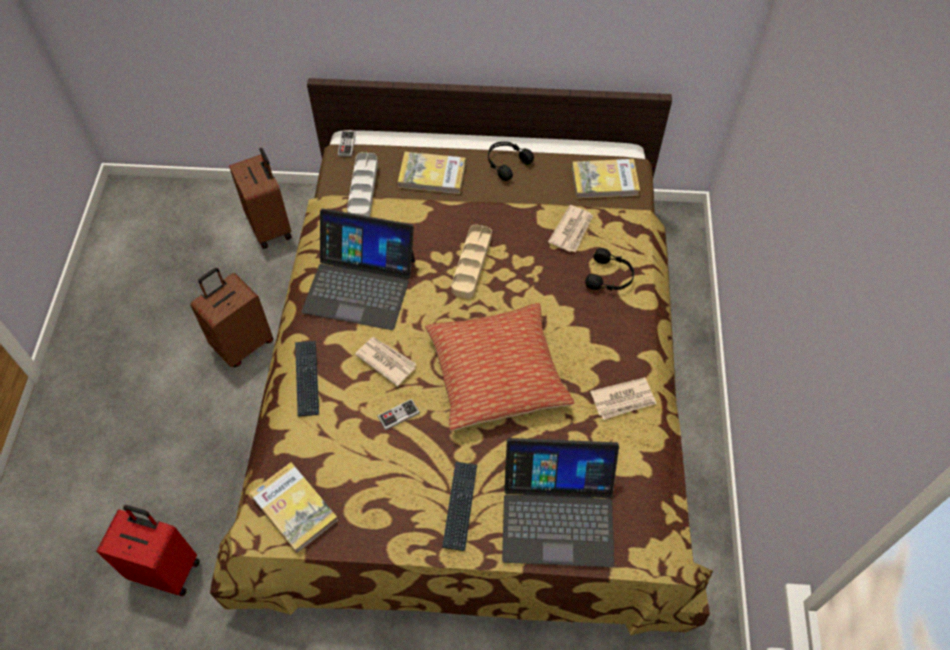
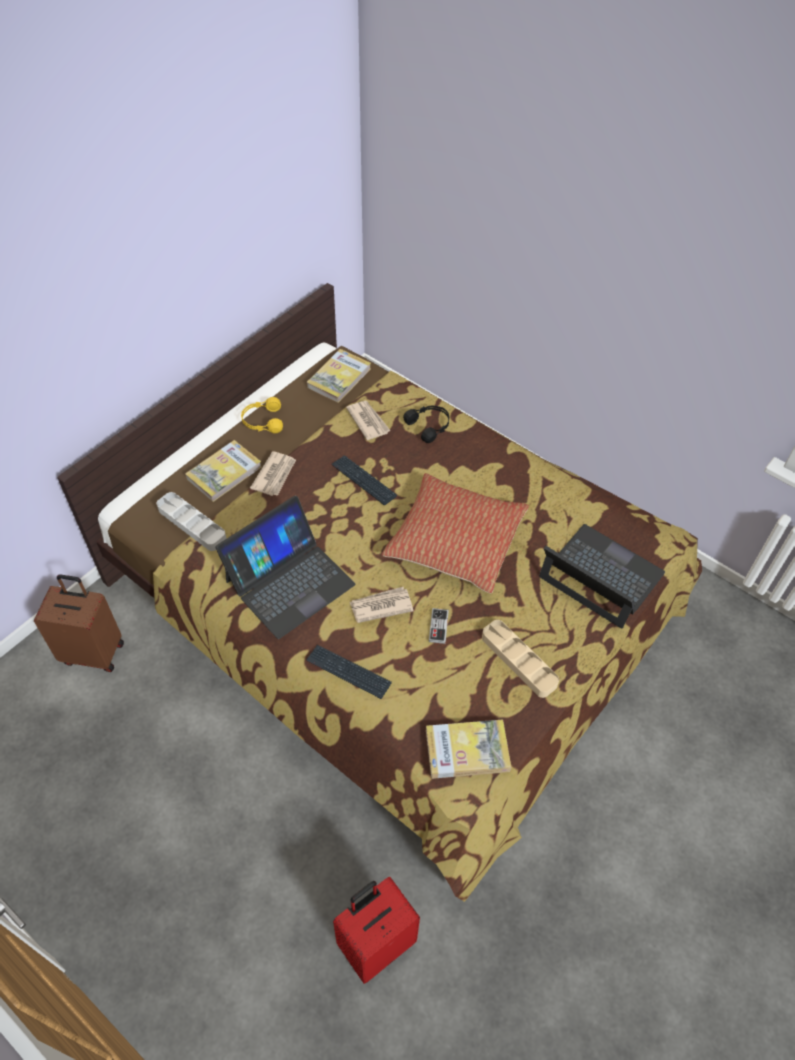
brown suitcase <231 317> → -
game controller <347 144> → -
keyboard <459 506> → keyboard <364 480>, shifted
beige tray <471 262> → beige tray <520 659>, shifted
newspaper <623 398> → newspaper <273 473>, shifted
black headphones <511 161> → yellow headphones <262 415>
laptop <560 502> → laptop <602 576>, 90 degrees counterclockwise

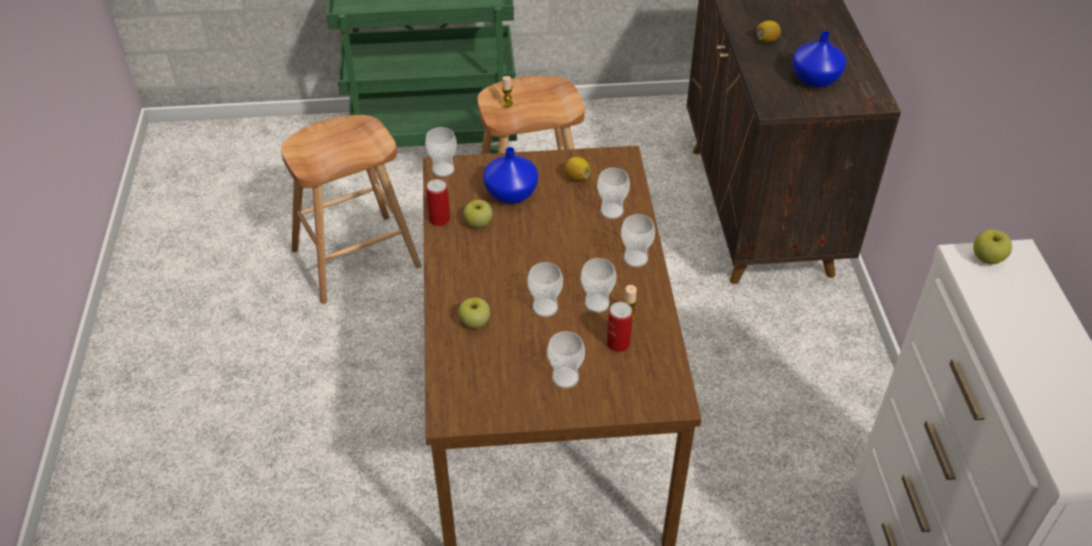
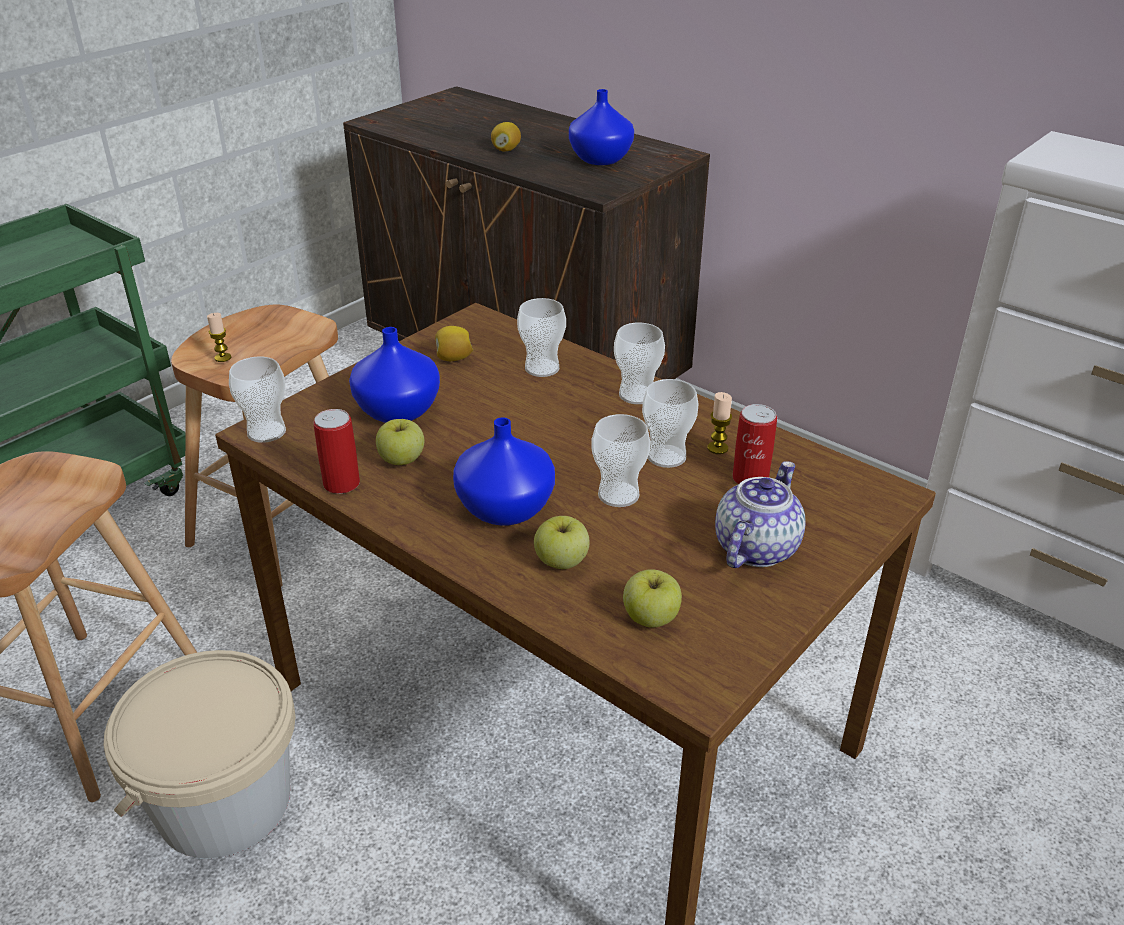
- → beige bucket <200 754>
- → blue vase <504 471>
apple <992 246> → apple <652 598>, shifted
cup <566 360> → teapot <760 514>

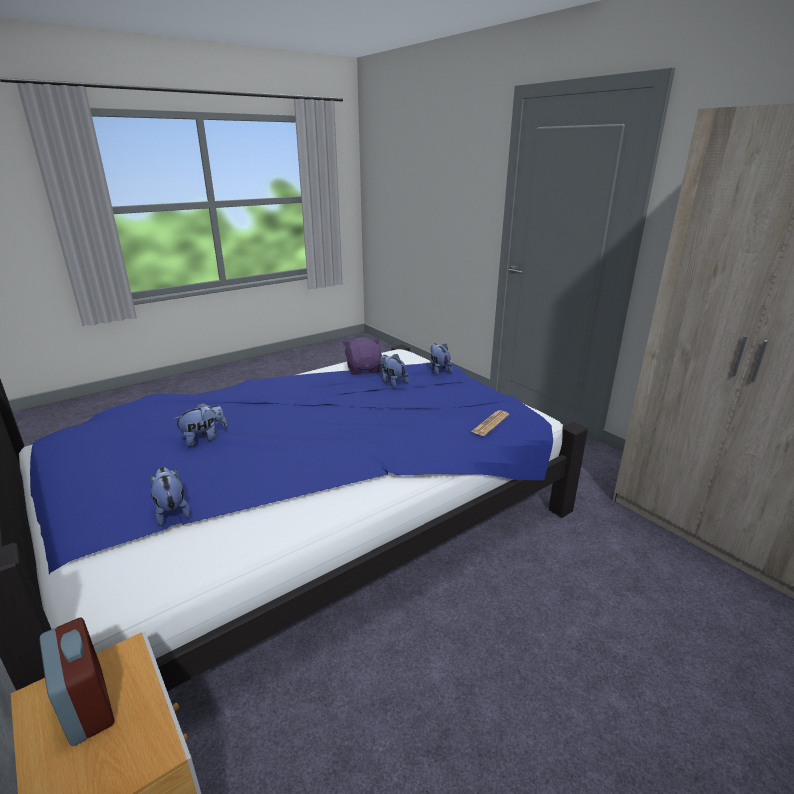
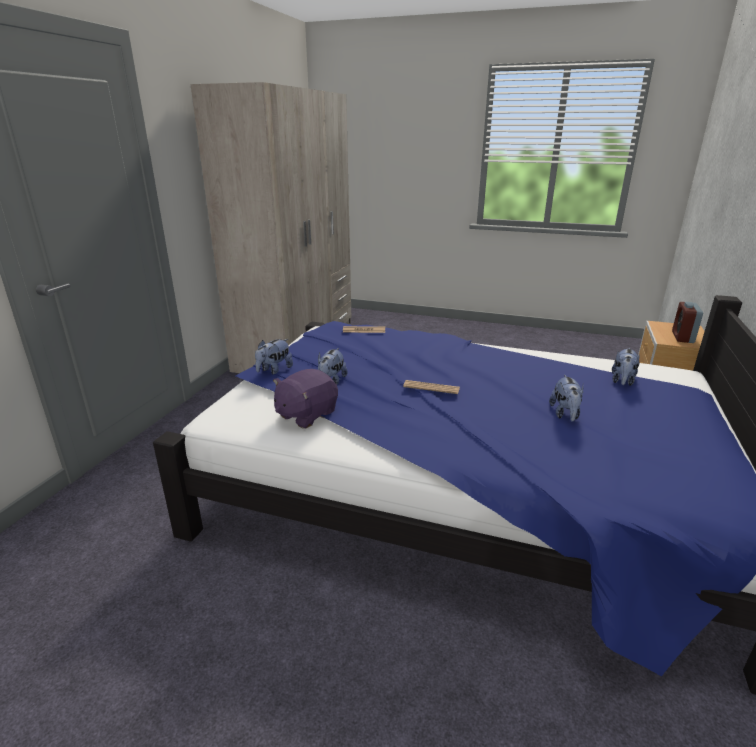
- → newspaper <431 387>
plush toy <200 425> → plush toy <566 398>, 105 degrees counterclockwise

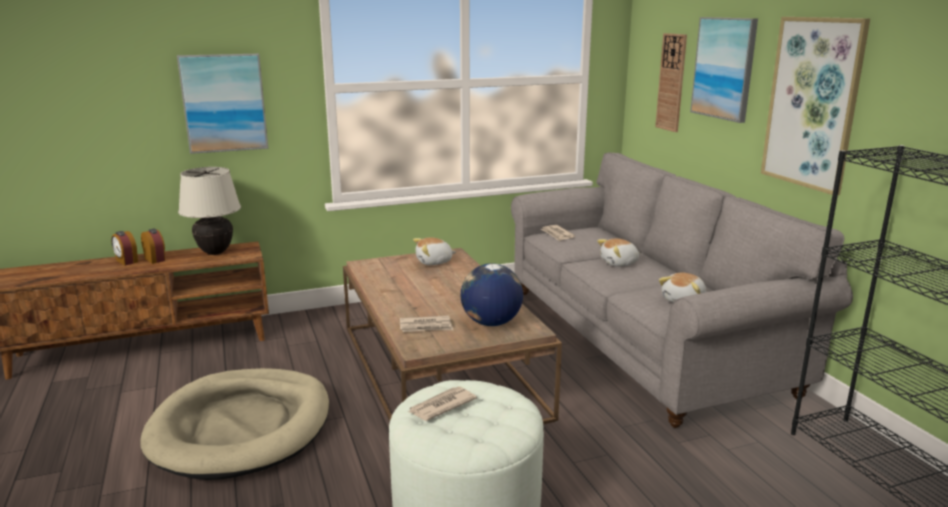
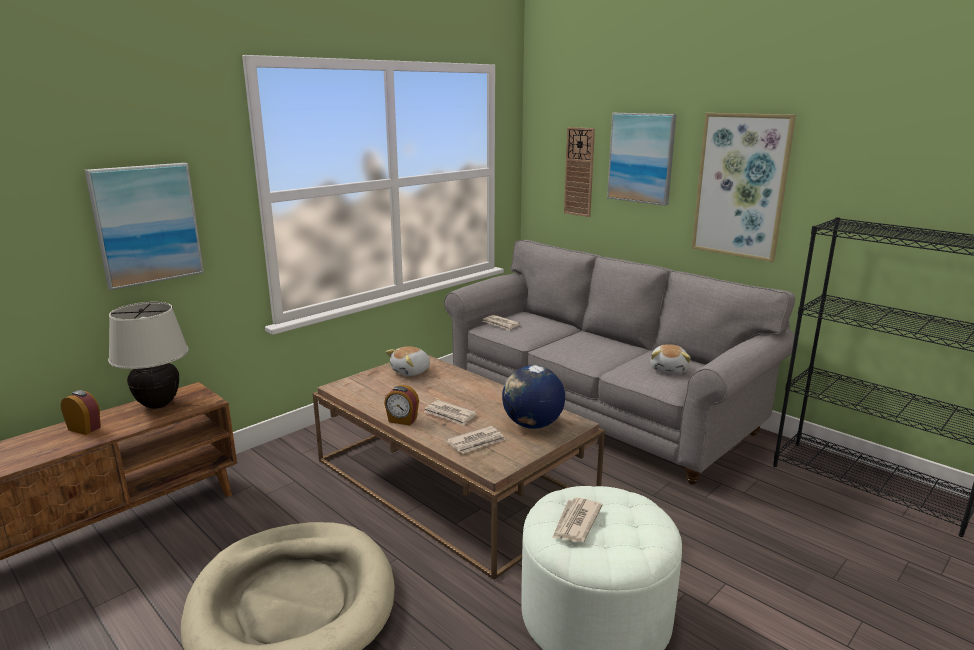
plush toy <618 252> → -
- → newspaper <450 413>
alarm clock <124 248> → alarm clock <401 405>, shifted

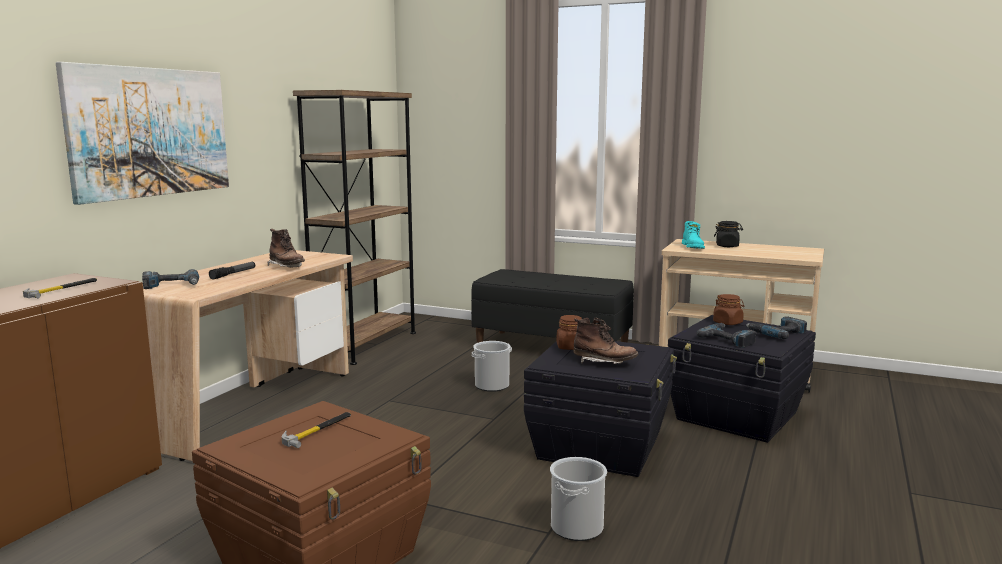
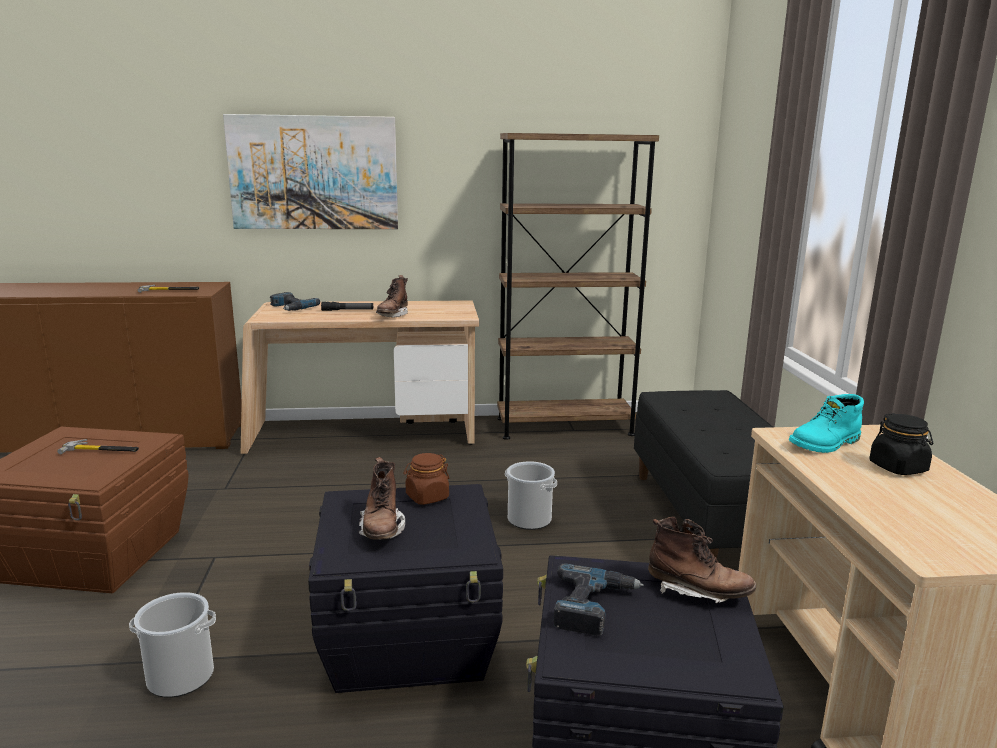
power drill <776 327> → -
brown jar <728 309> → brown boot <702 560>

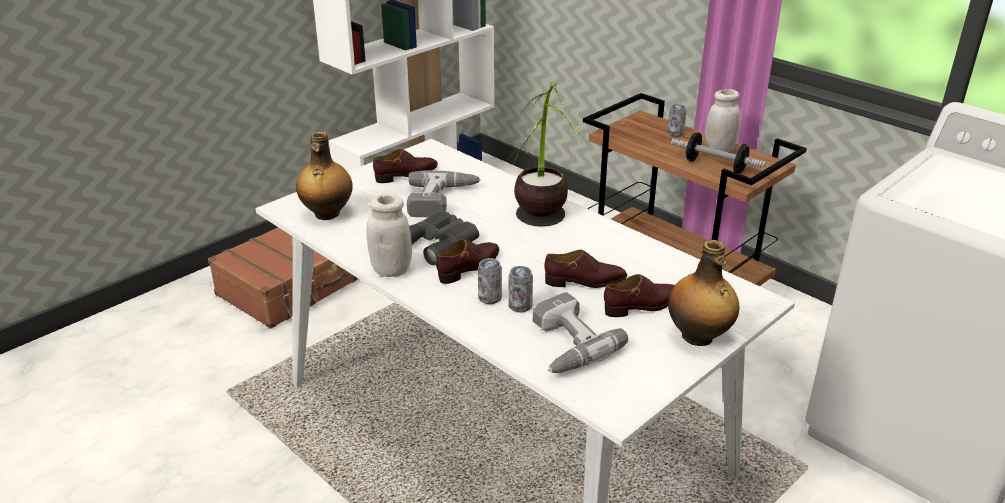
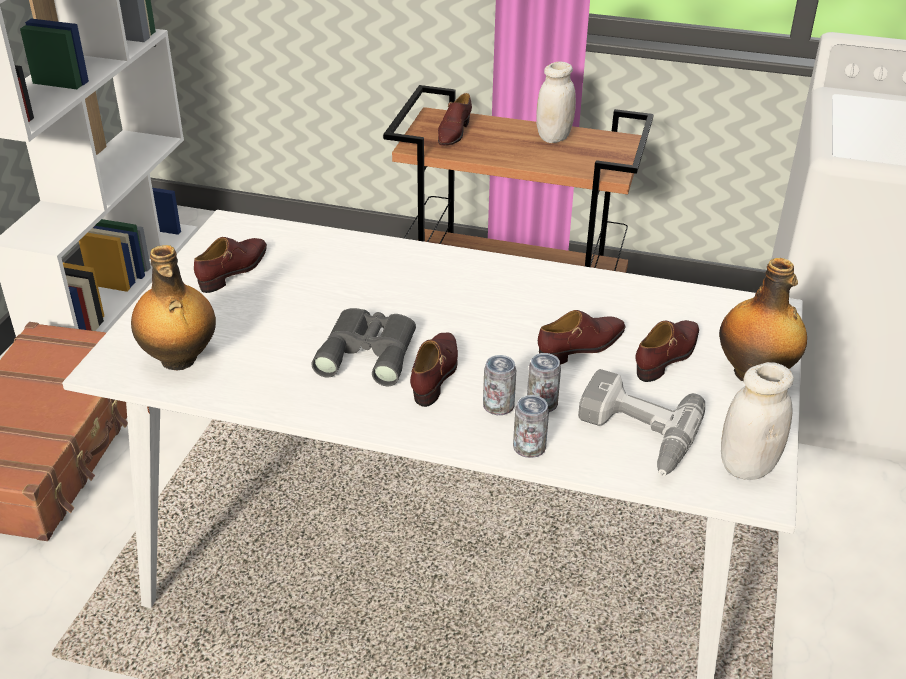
power drill <444 193> → -
potted plant <545 154> → -
dumbbell <718 153> → -
- → brown shoe <455 119>
white jar <389 236> → white jar <757 421>, shifted
can <677 120> → can <531 426>, shifted

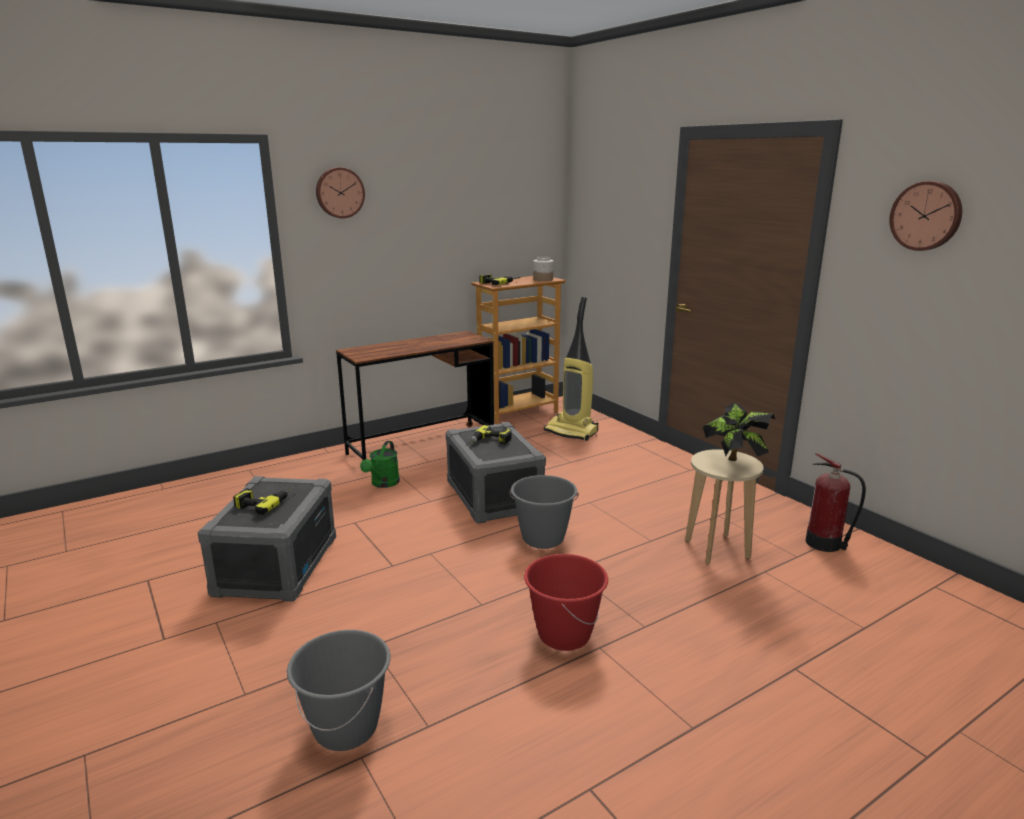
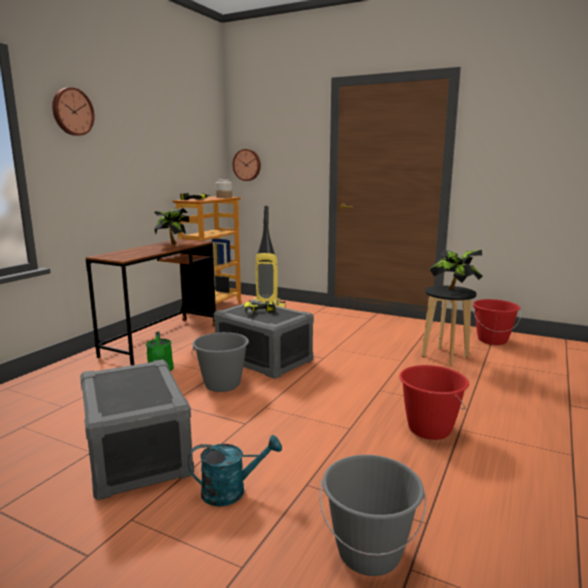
power drill <265 500> → -
- → potted plant <171 226>
- → turquoise watering can <235 470>
grey bucket <544 512> → grey bucket <220 362>, shifted
wall clock <925 216> → wall clock <247 165>, shifted
fire extinguisher <836 502> → red bucket <497 322>
beige stool <724 507> → black stool <449 326>

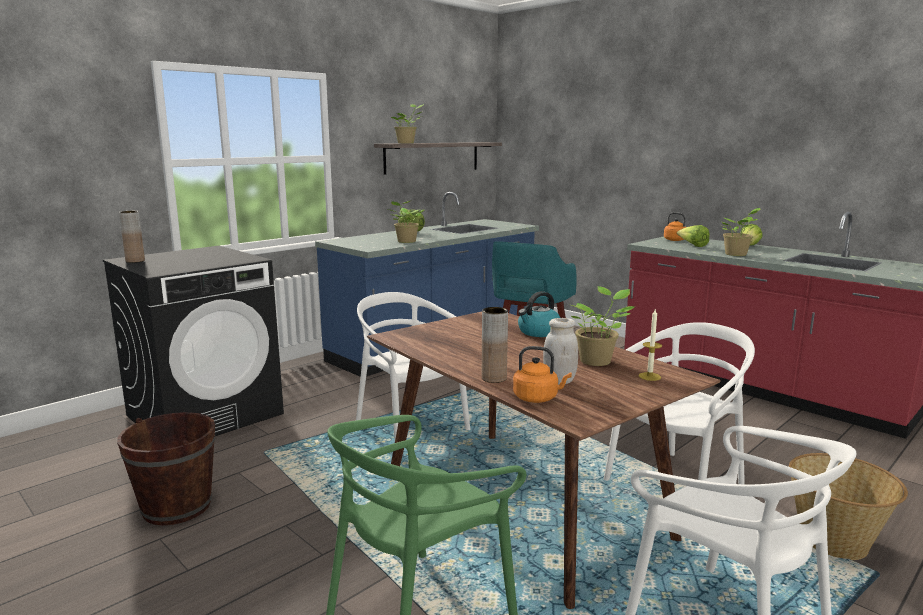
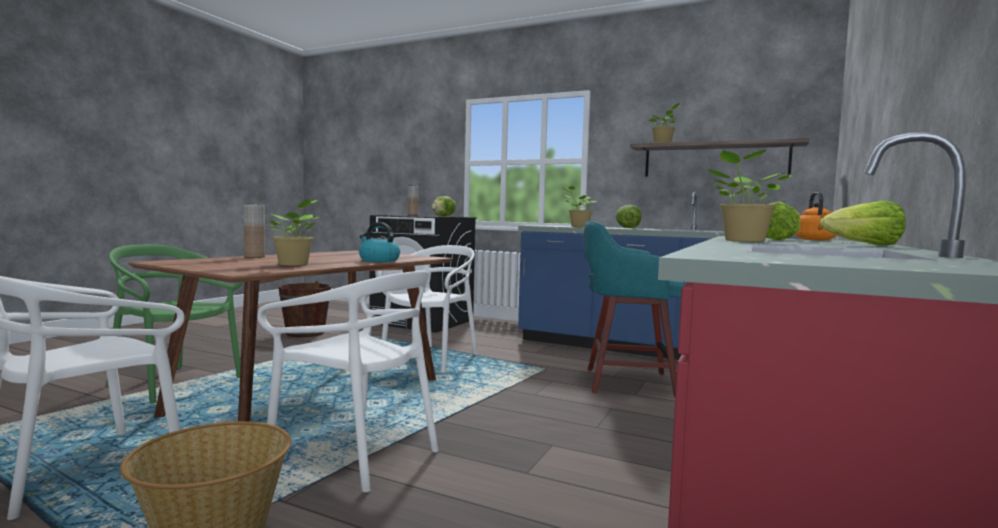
orange kettle <542 374> → -
white jar <560 351> → -
candle <650 345> → -
- → lettuce <444 206>

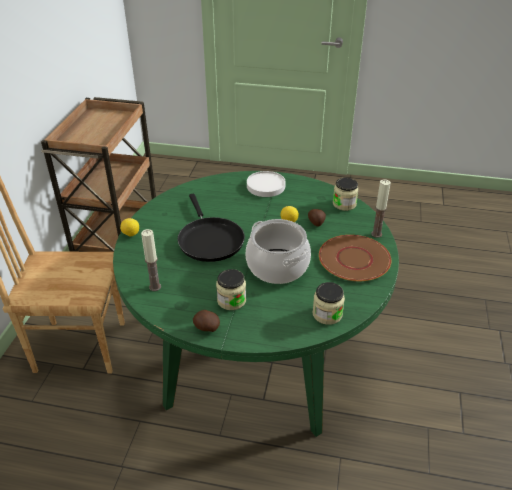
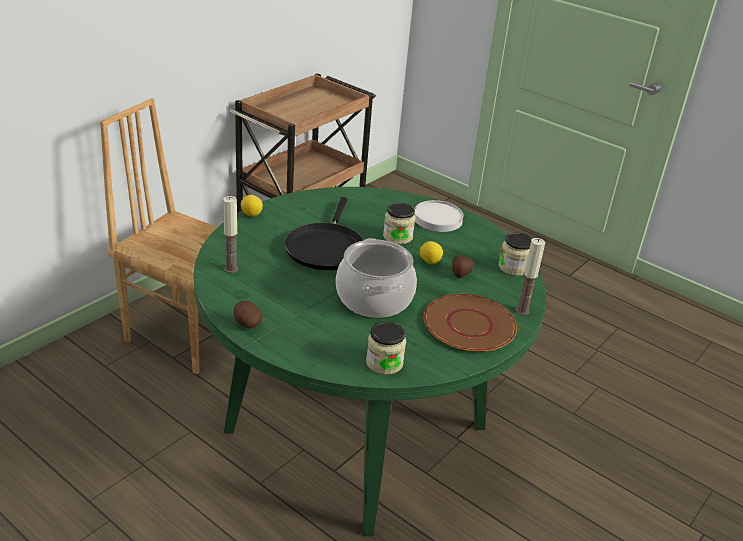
jar <231 289> → jar <399 223>, shifted

